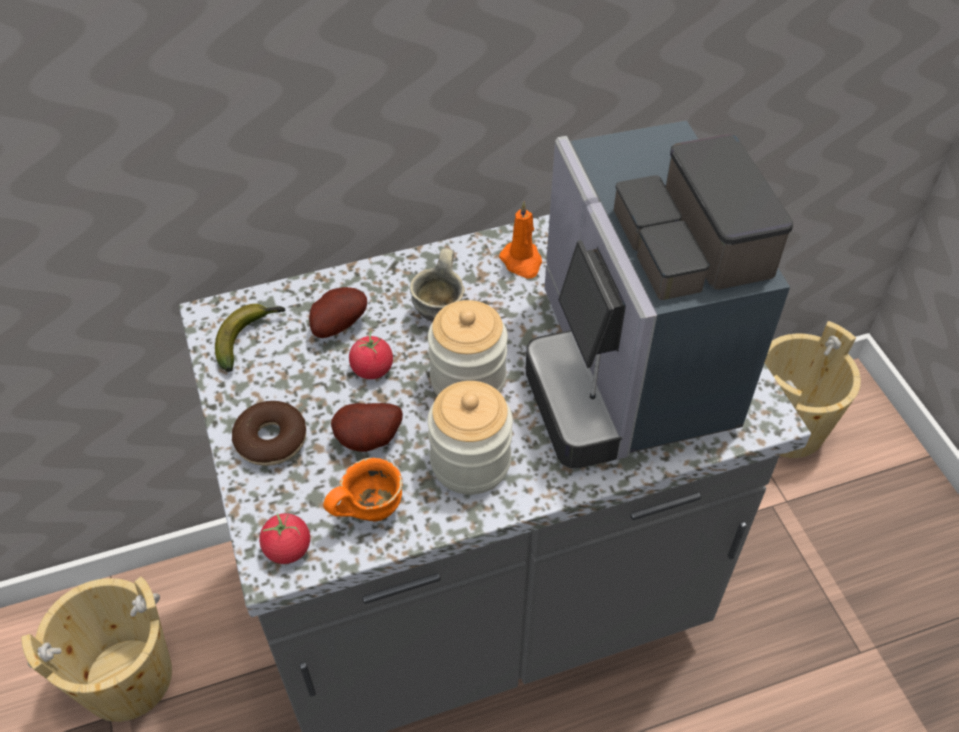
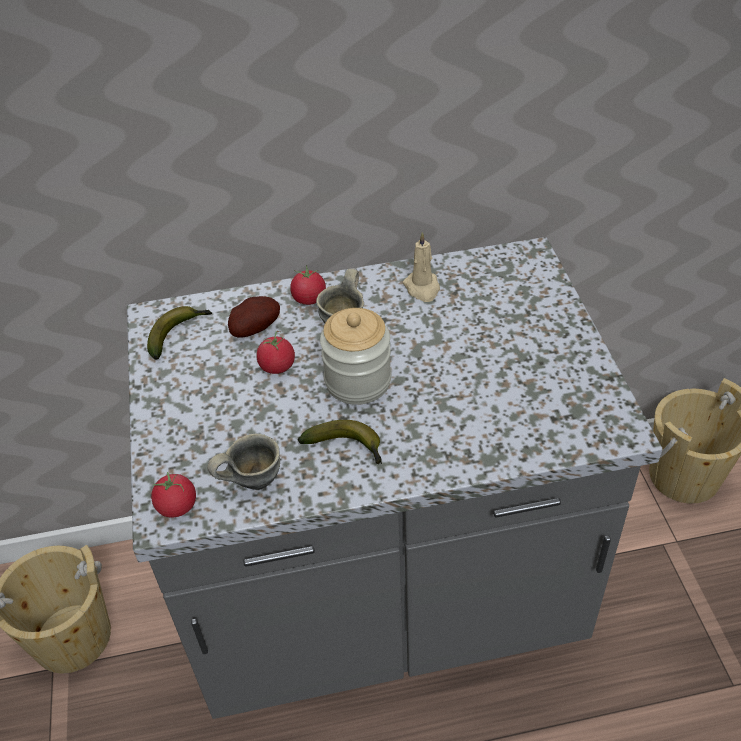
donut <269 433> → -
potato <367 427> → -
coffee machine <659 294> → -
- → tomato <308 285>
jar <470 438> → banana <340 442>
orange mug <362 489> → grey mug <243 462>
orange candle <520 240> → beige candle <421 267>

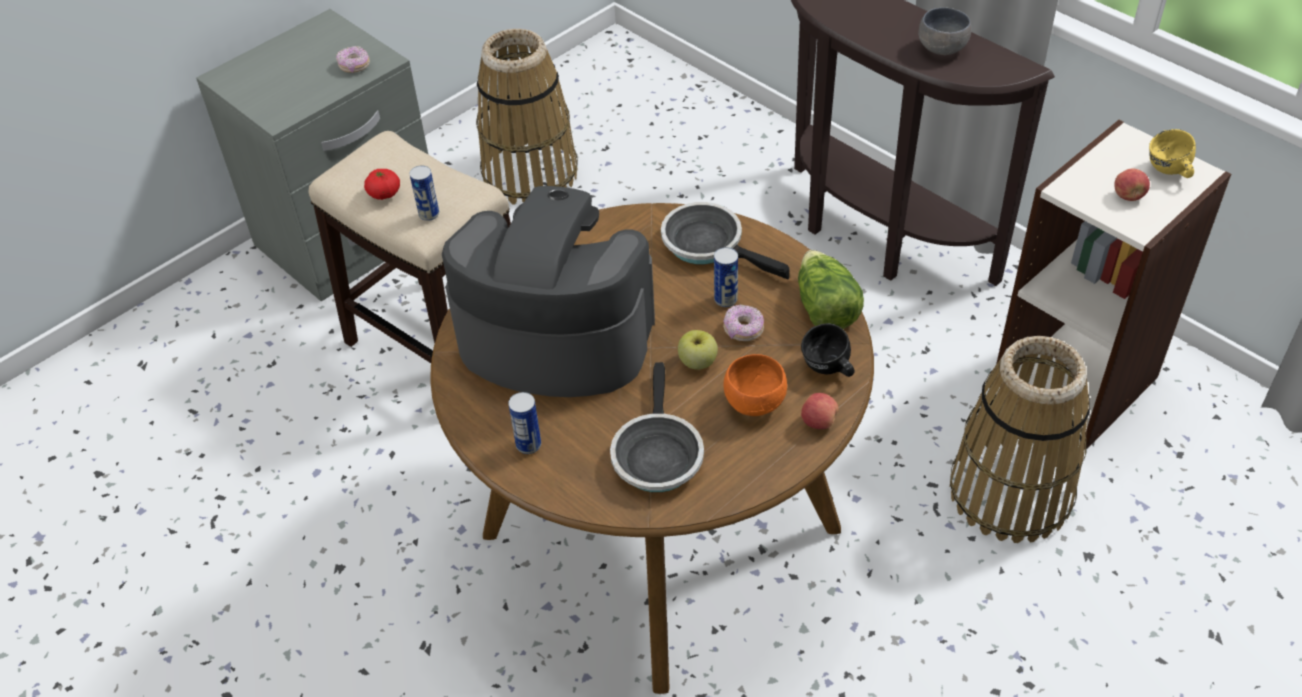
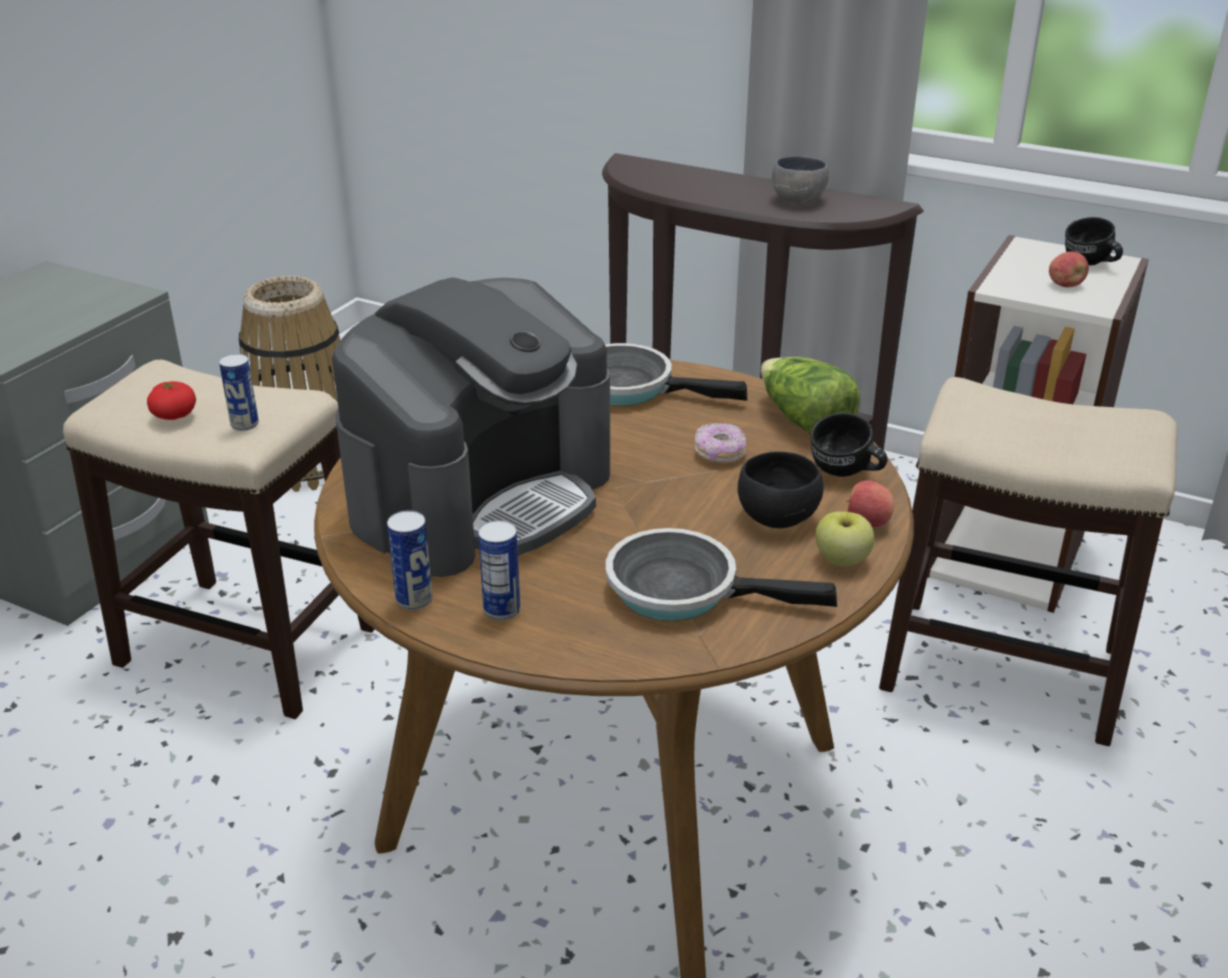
donut <353 59> → -
apple <698 350> → apple <844 539>, shifted
can <726 277> → can <410 560>, shifted
basket <1020 439> → stool <1028 561>
orange bowl <755 385> → black bowl <781 490>
yellow mug <1172 153> → black mug <1094 241>
coffee machine <548 291> → coffee machine <471 427>, 135 degrees clockwise
frying pan <657 427> → frying pan <721 574>, 120 degrees clockwise

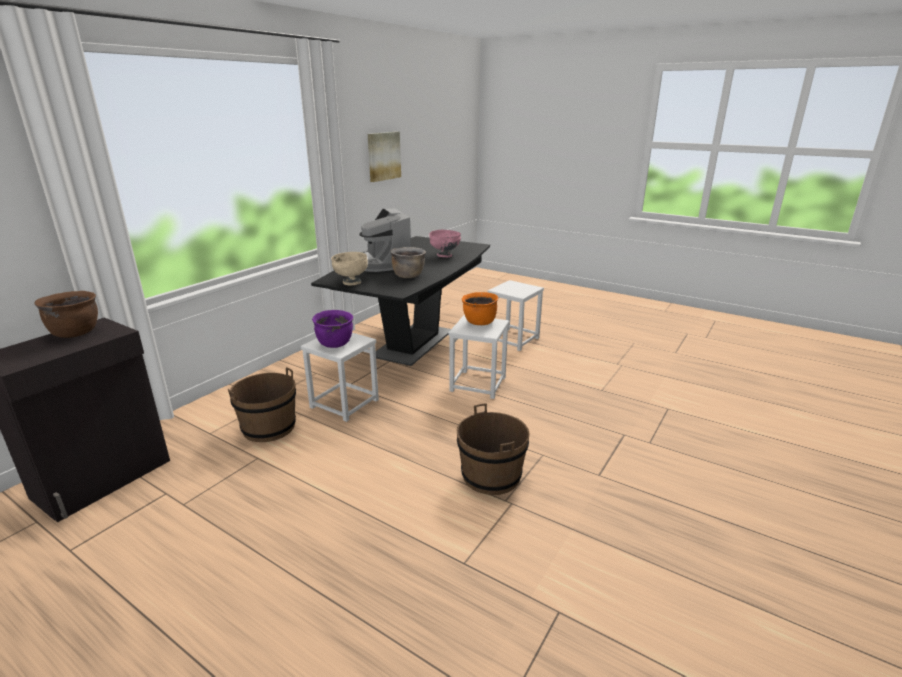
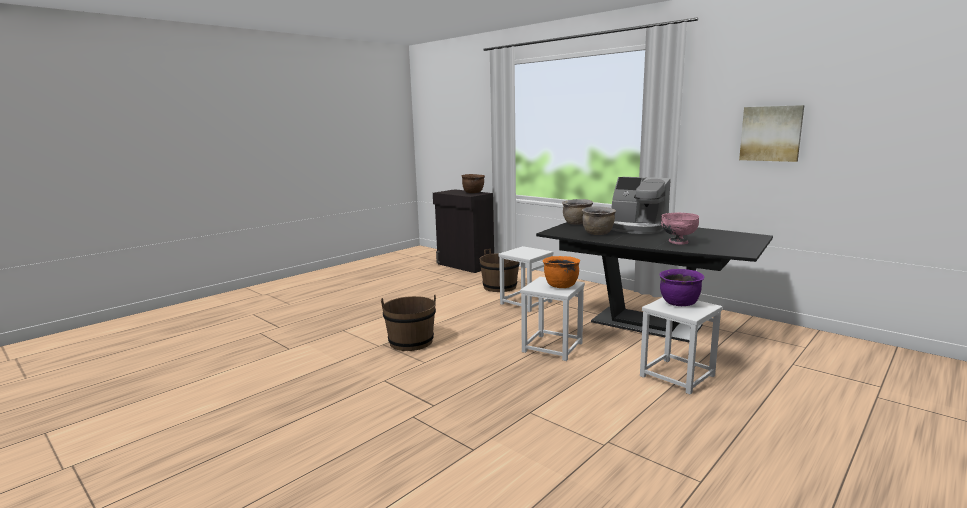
purple cooking pot <332 329> → purple cooking pot <681 287>, shifted
beige bowl <349 268> → brown cooking pot <577 212>
coffee machine <385 240> → coffee machine <641 205>, 135 degrees counterclockwise

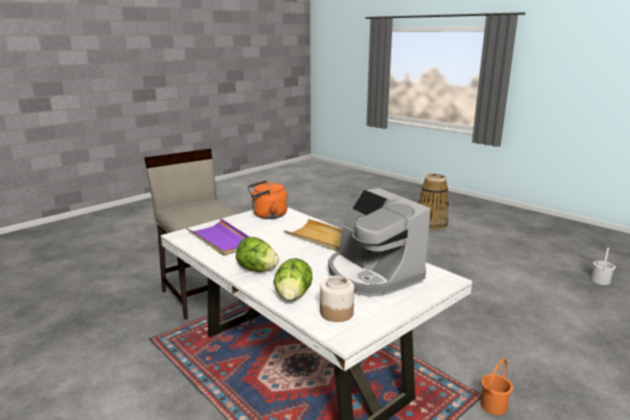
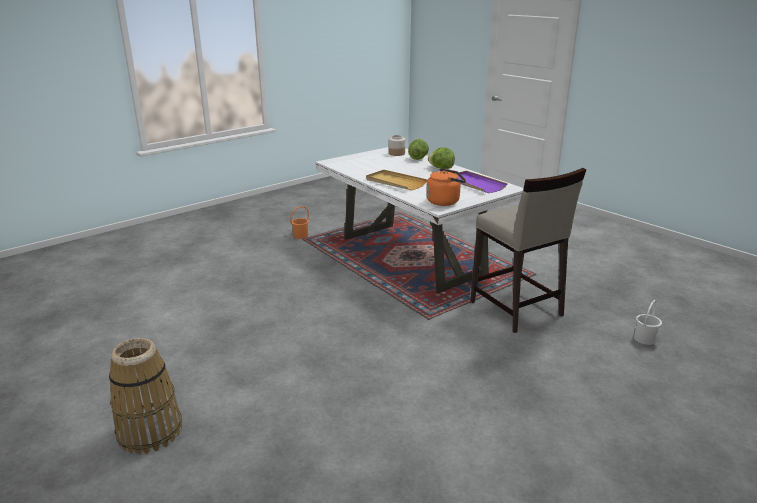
coffee machine <379 242> → -
white bucket <603 266> → white bucket <648 322>, shifted

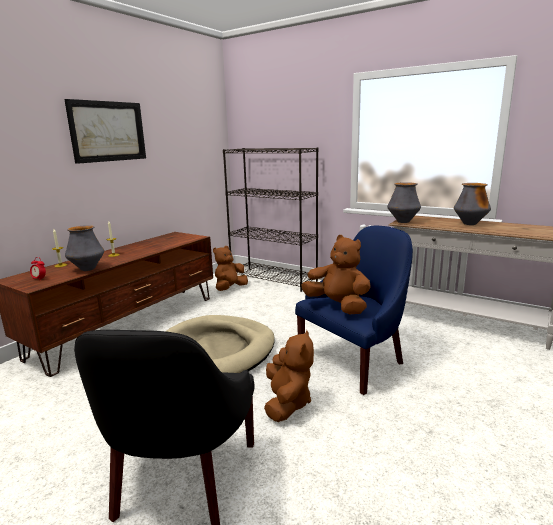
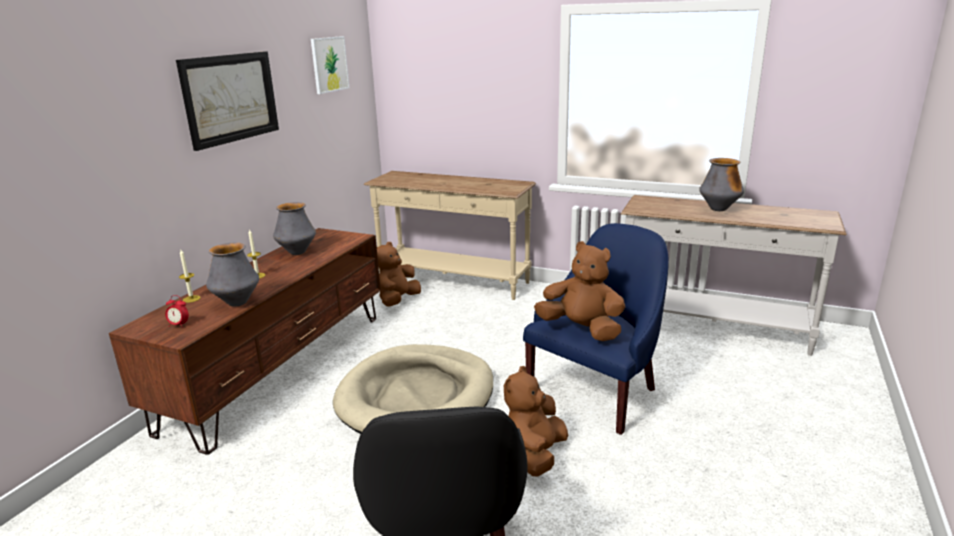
- → picture <330 65>
vase <404 202> → vase <294 228>, shifted
black bookcase <270 219> → beige console table <450 235>
brown plush toy <289 376> → brown plush toy <536 421>, 150 degrees counterclockwise

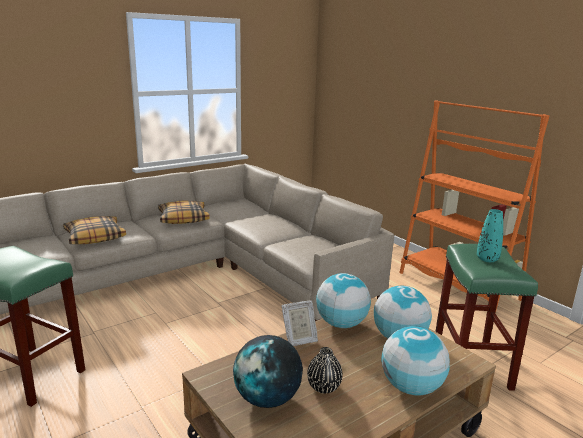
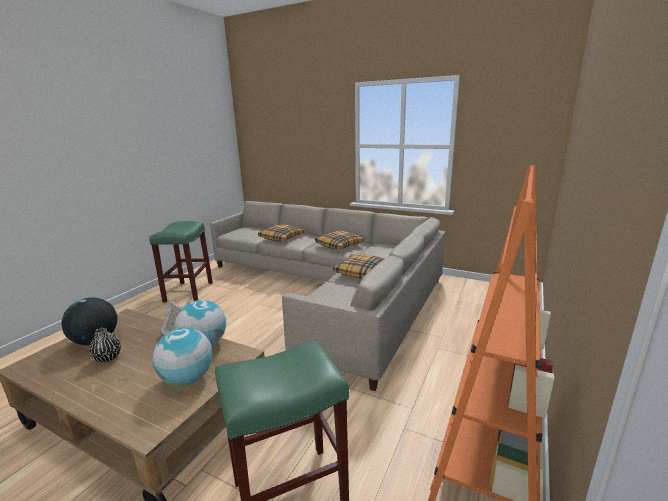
globe <415 360> → -
turquoise vase <490 235> → -
- → pillow <358 266>

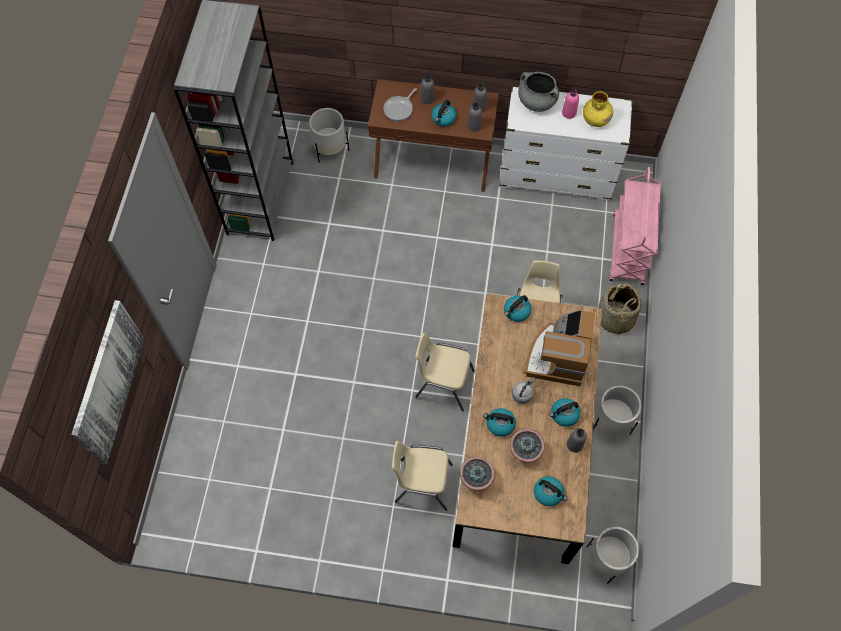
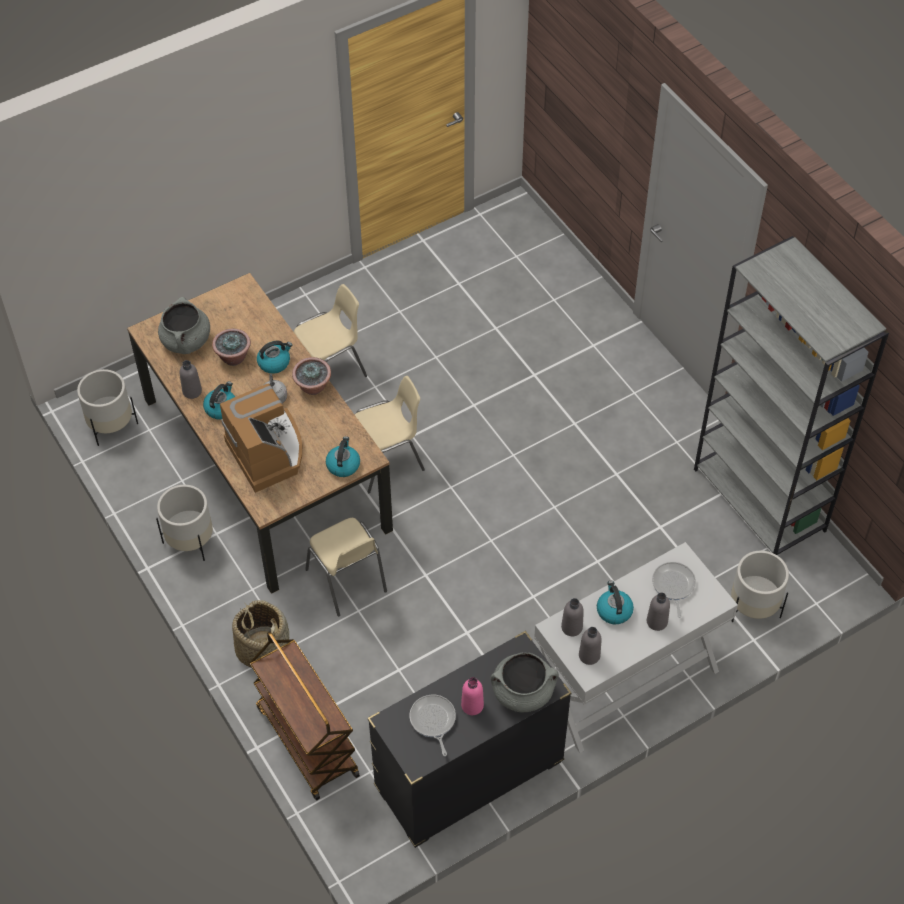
picture <107 382> → -
potted plant <477 474> → potted plant <311 376>, shifted
kettle <551 491> → grey cooking pot <184 325>
yellow vase <598 109> → frying pan <433 725>
brown console table <433 135> → white console table <636 647>
white dresser <566 143> → black dresser <469 739>
pink cart <635 226> → brown cart <305 716>

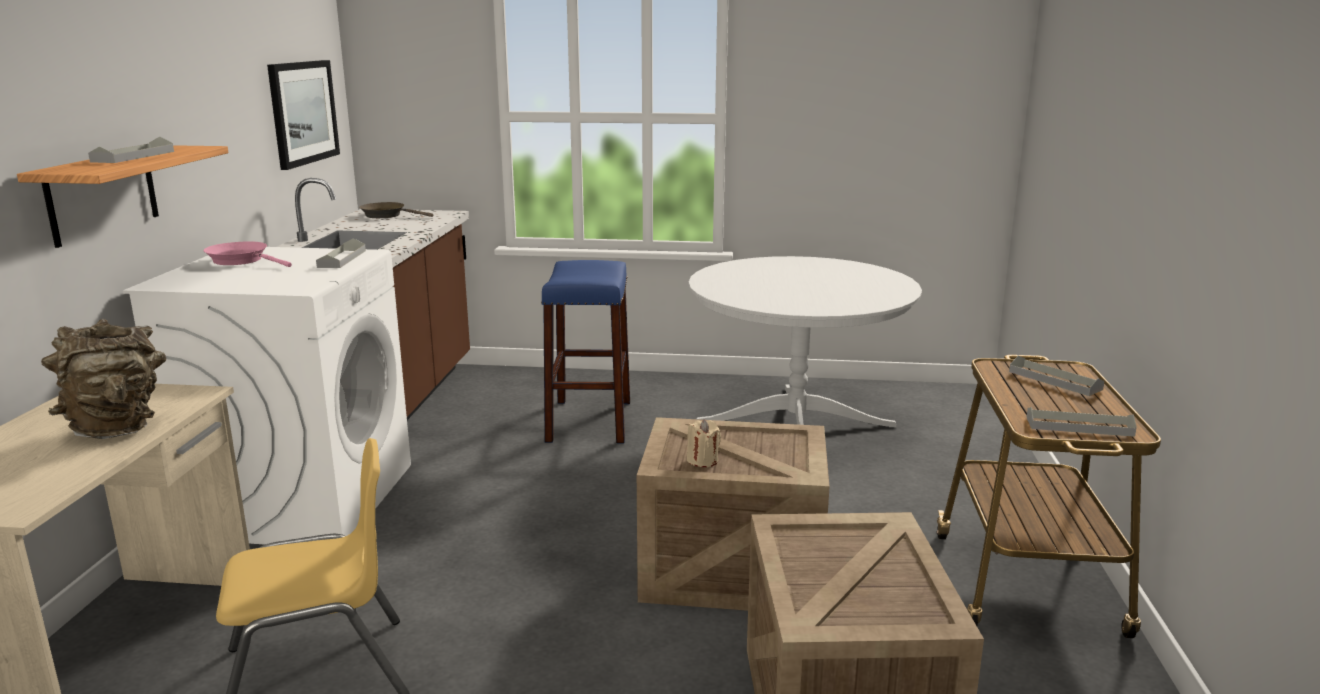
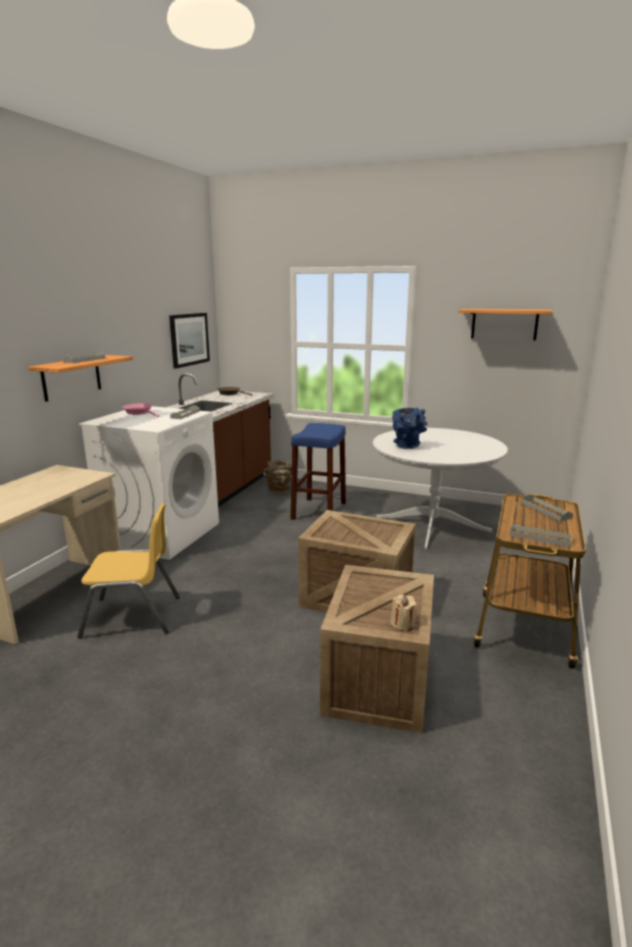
- → blue vase <409 428>
- → shelf <505 324>
brown vase <103 379> → brown vase <277 476>, shifted
beige candle <704 443> → beige candle <404 613>, shifted

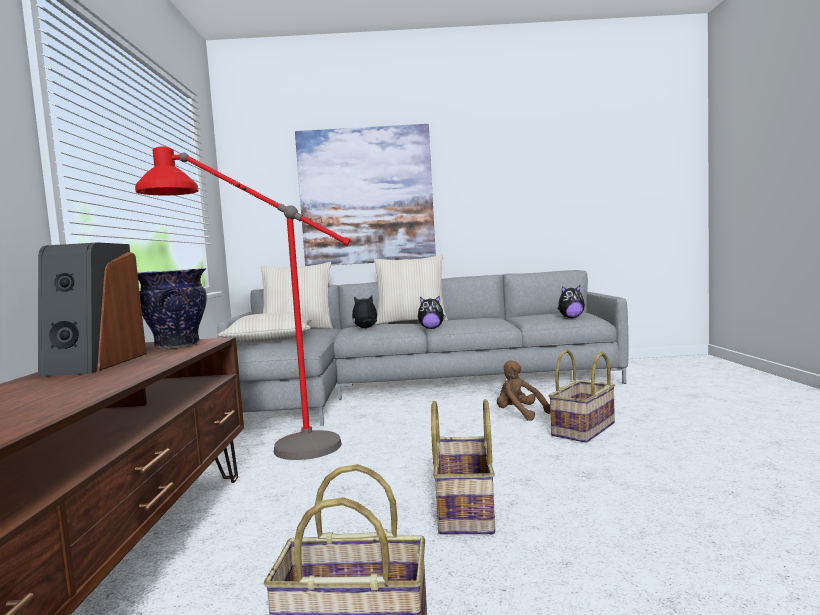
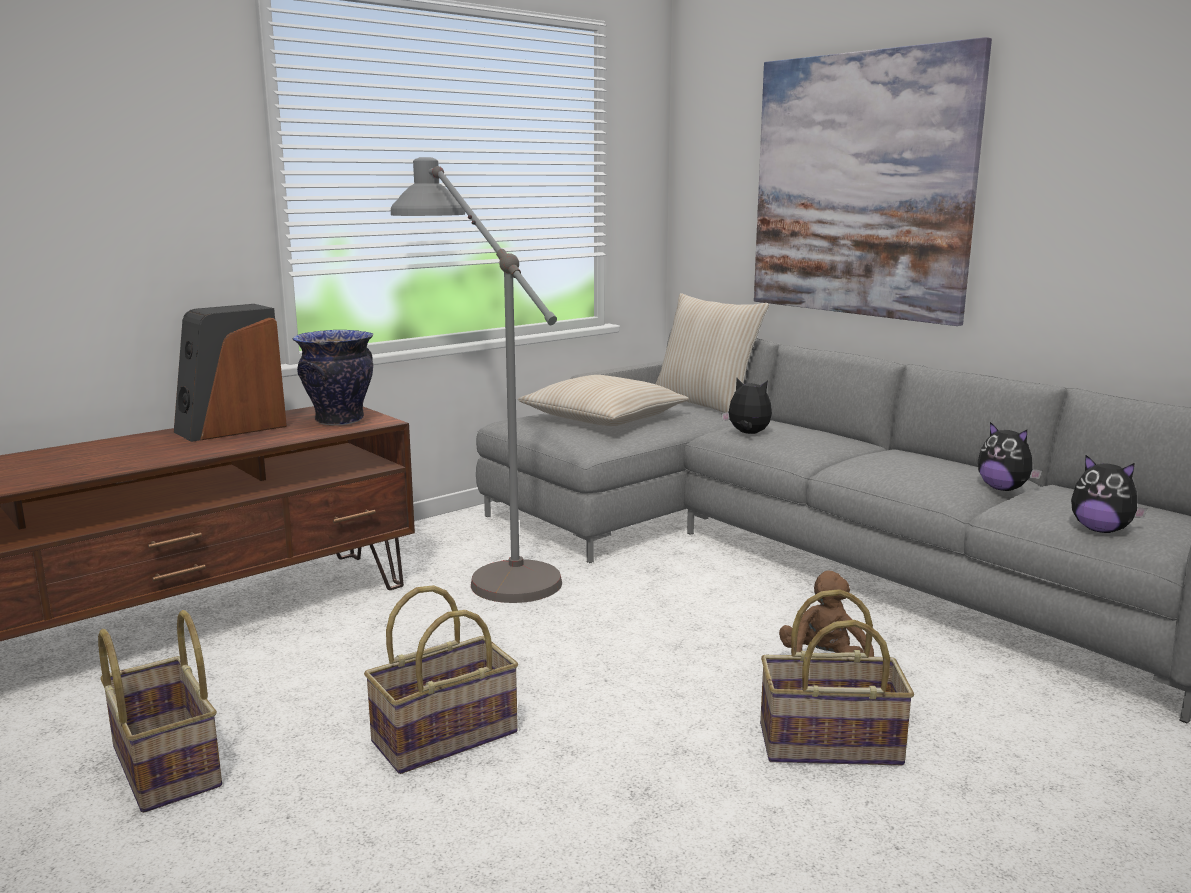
beige pillow <411 290> → -
plush toy <432 312> → plush toy <1010 456>, shifted
red floor lamp <242 303> → grey floor lamp <476 380>

